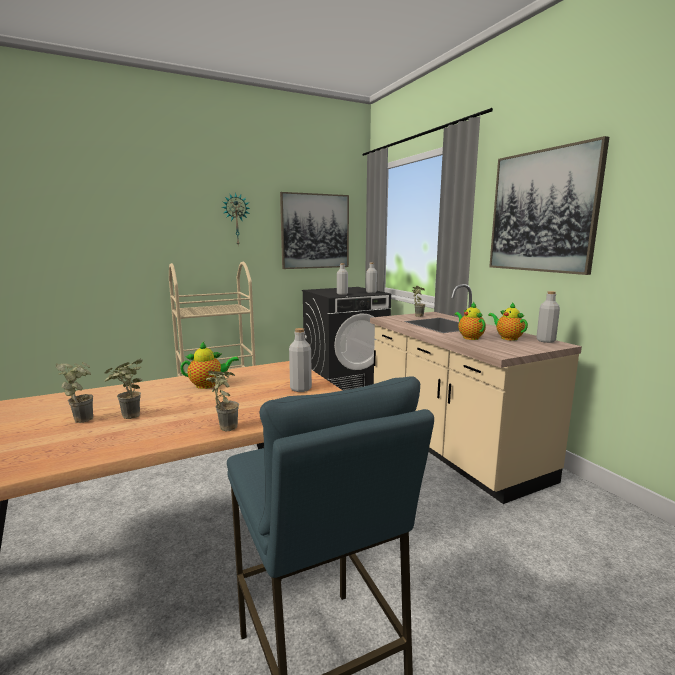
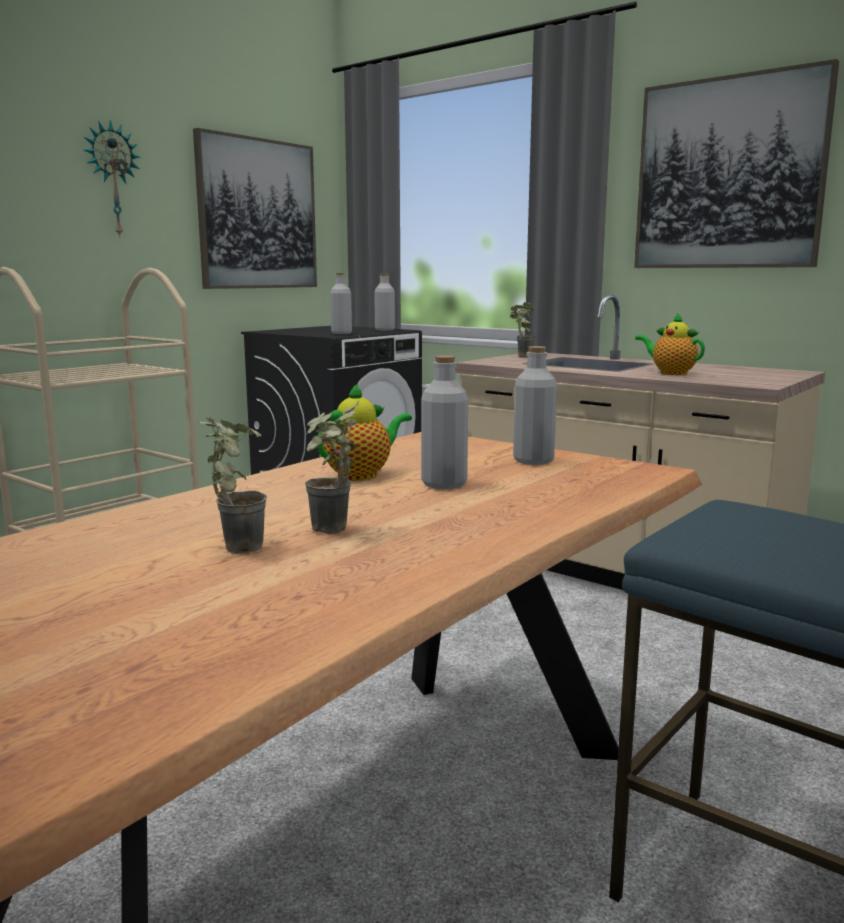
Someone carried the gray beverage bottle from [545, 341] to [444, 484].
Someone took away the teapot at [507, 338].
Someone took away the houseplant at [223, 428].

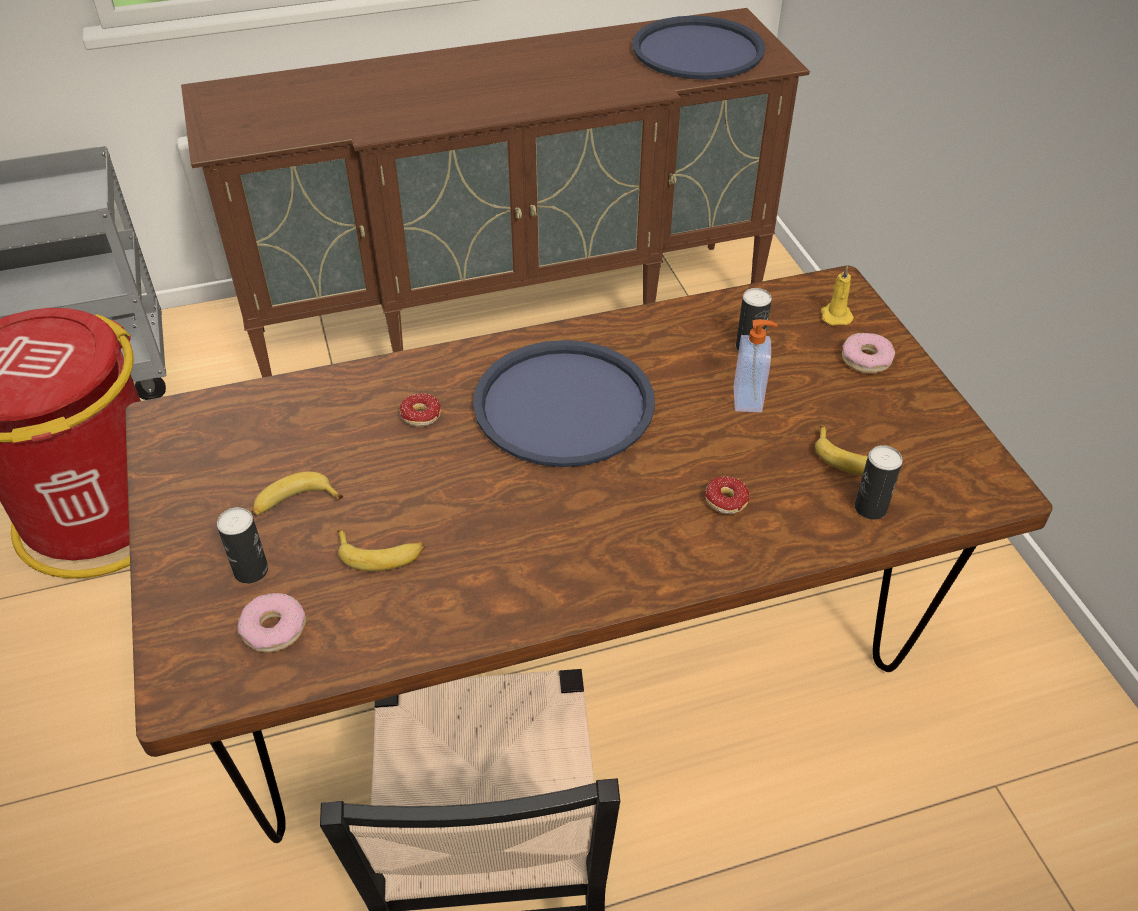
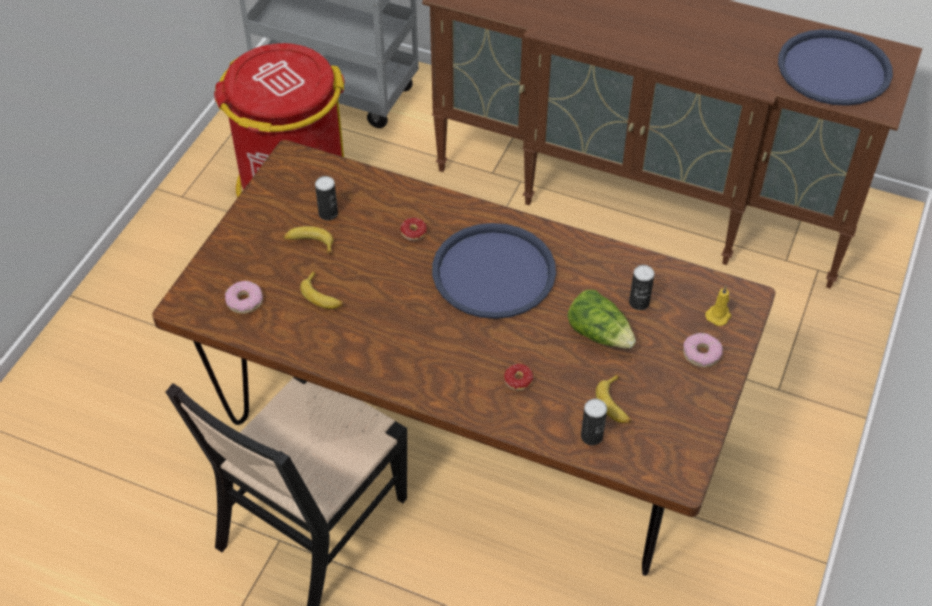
Someone swapped the liquid soap bottle at [749, 399] for the lettuce head at [599, 333].
Someone carried the sealed can from [251, 571] to [328, 213].

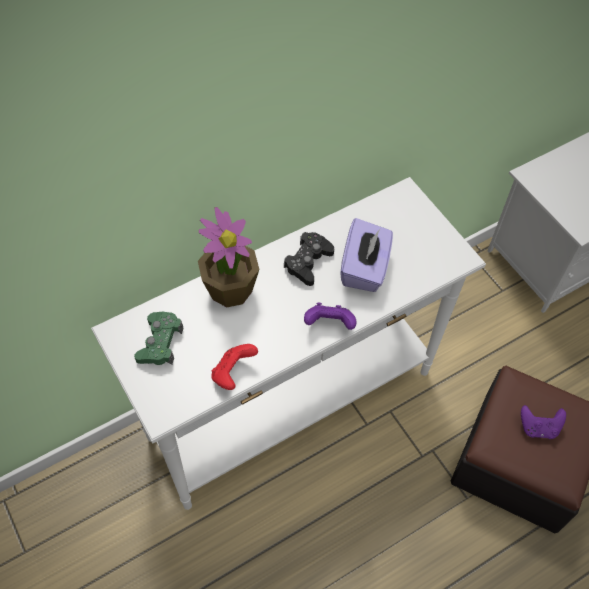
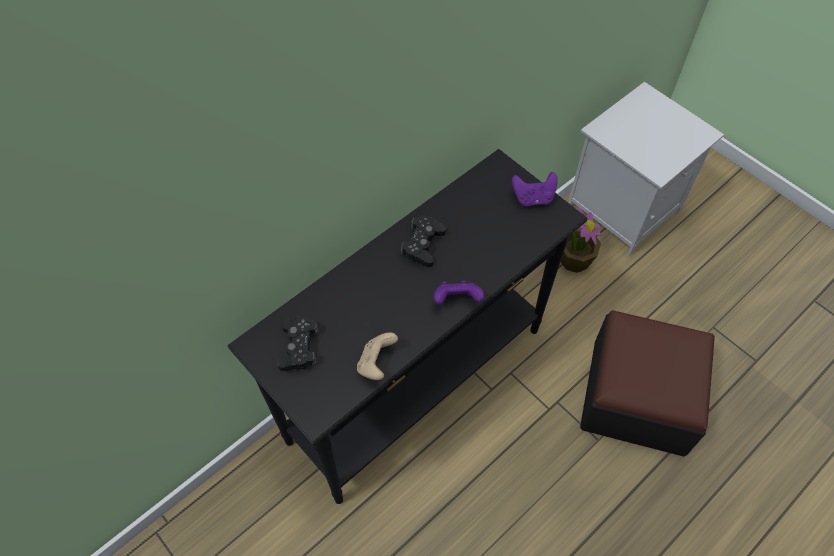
Someone repainted the white-coloured hall table at [291, 402], which became the blackish hall table at [416, 381].
Someone carried the houseplant from [230, 289] to [574, 260].
Someone took away the purple-coloured box of tissues at [364, 268].
Someone repainted the green-coloured game controller at [160, 343], which became the blackish game controller at [299, 347].
Someone repainted the reddish game controller at [233, 373], which became the sand-coloured game controller at [376, 363].
Someone carried the purple-coloured game controller from [538, 427] to [533, 198].

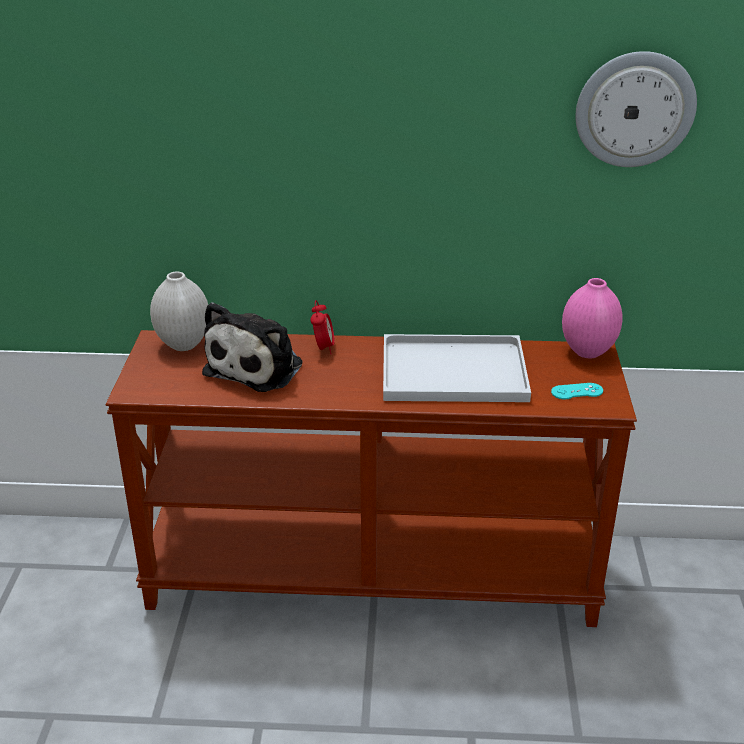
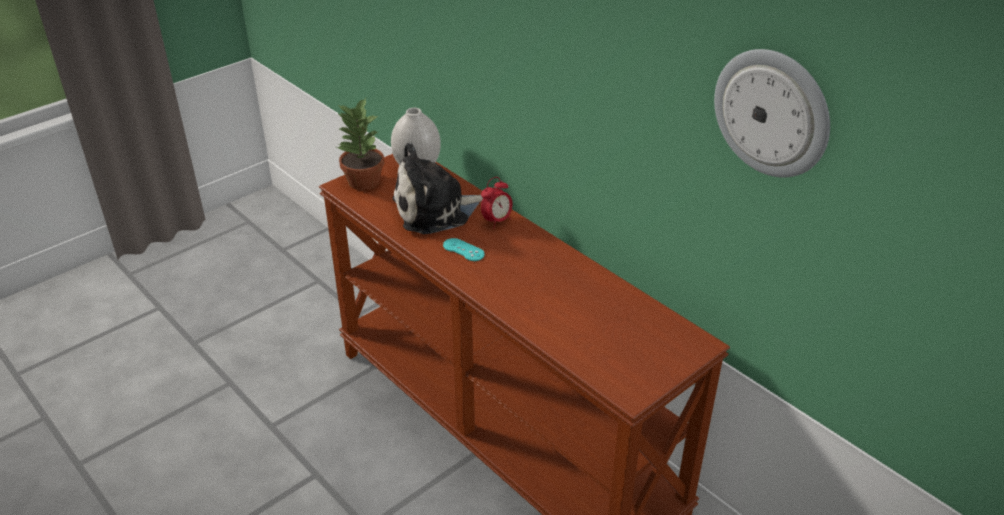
Someone took away the pinkish vase at [586, 351].
Someone took away the white-coloured tray at [450, 372].
Someone carried the turquoise-coloured game controller from [577, 391] to [463, 250].
Someone put down the houseplant at [363, 181].

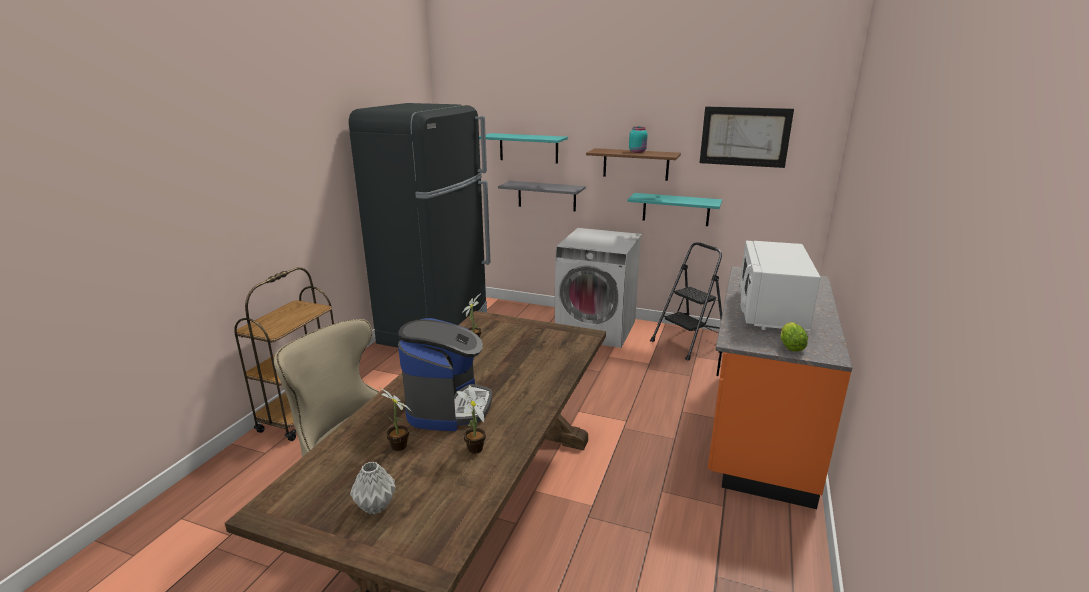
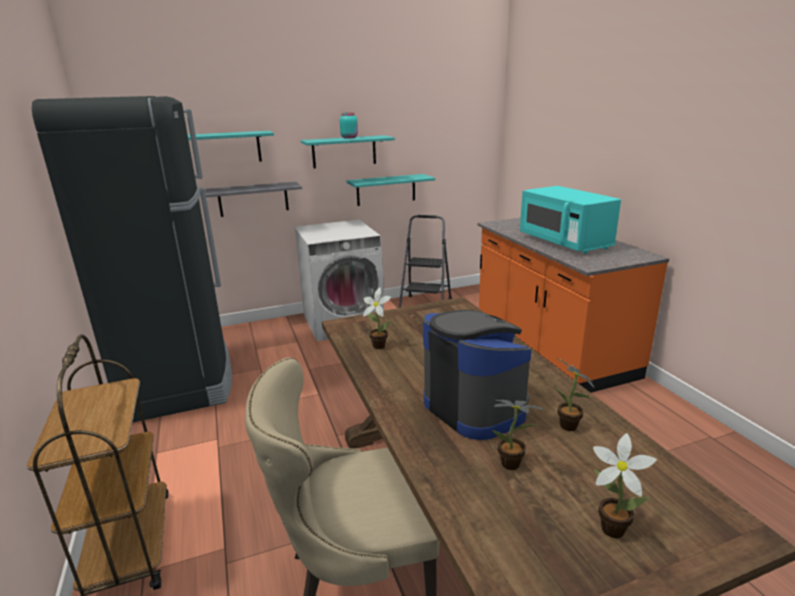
Someone took away the wall picture at [744, 136].
Someone repainted the brown bracket shelf at [635, 164], which became the turquoise-coloured bracket shelf at [344, 151].
Someone repainted the white-coloured microwave oven at [771, 311], which became the turquoise-coloured microwave oven at [564, 242].
Someone took away the lettuce head at [790, 346].
Someone swapped the gray vase at [375, 507] for the houseplant at [609, 526].

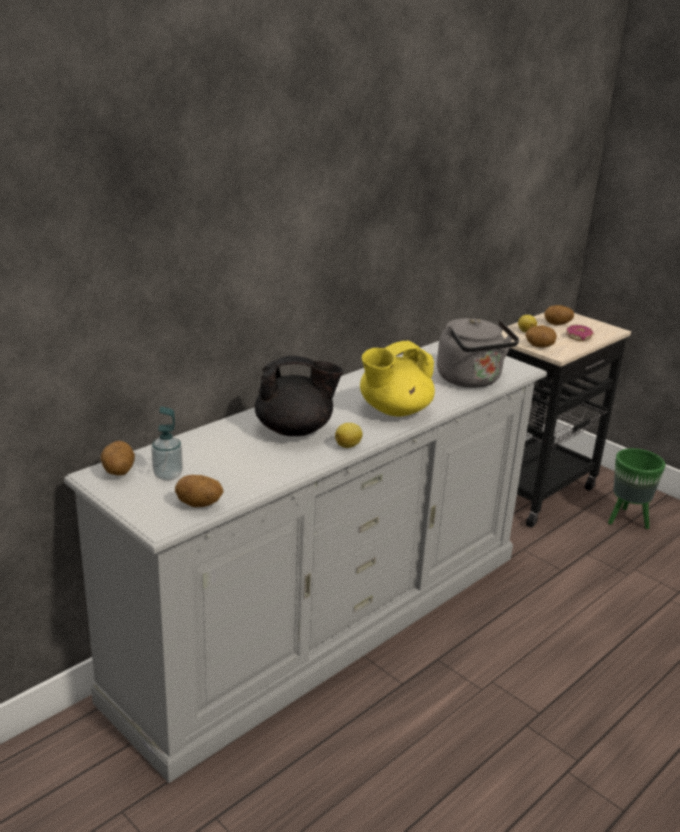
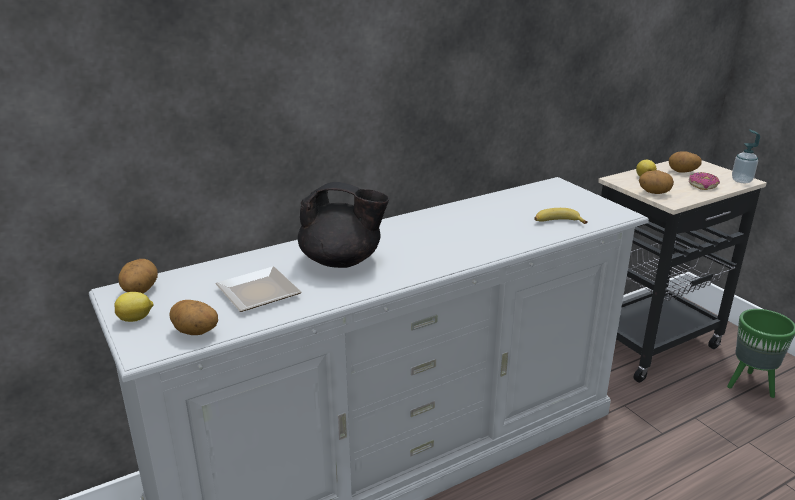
Someone swapped the gray water kettle at [471, 380] for the banana at [557, 222].
Someone took away the yellowish teapot at [394, 410].
Someone carried the liquid soap bottle from [168, 475] to [741, 180].
Someone carried the citrus fruit from [348, 446] to [136, 319].
Someone put down the flat dish at [261, 293].

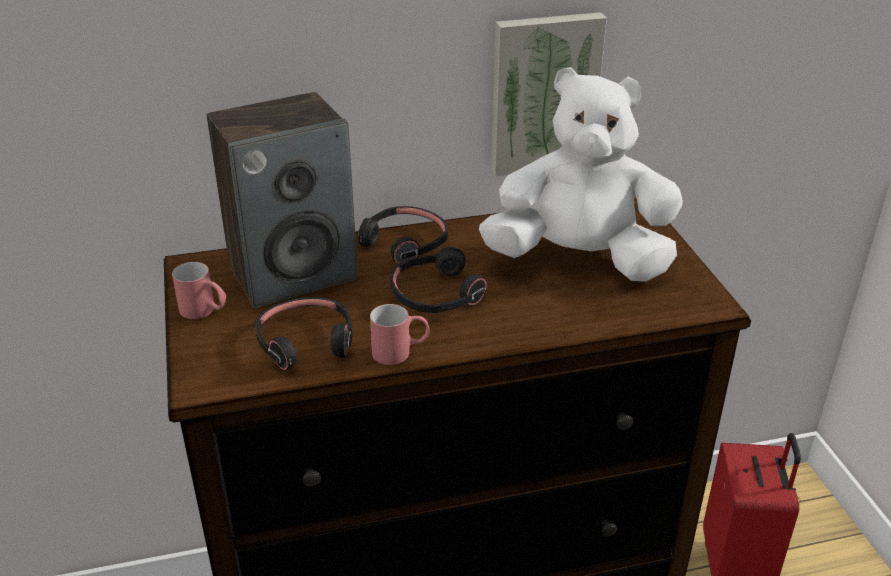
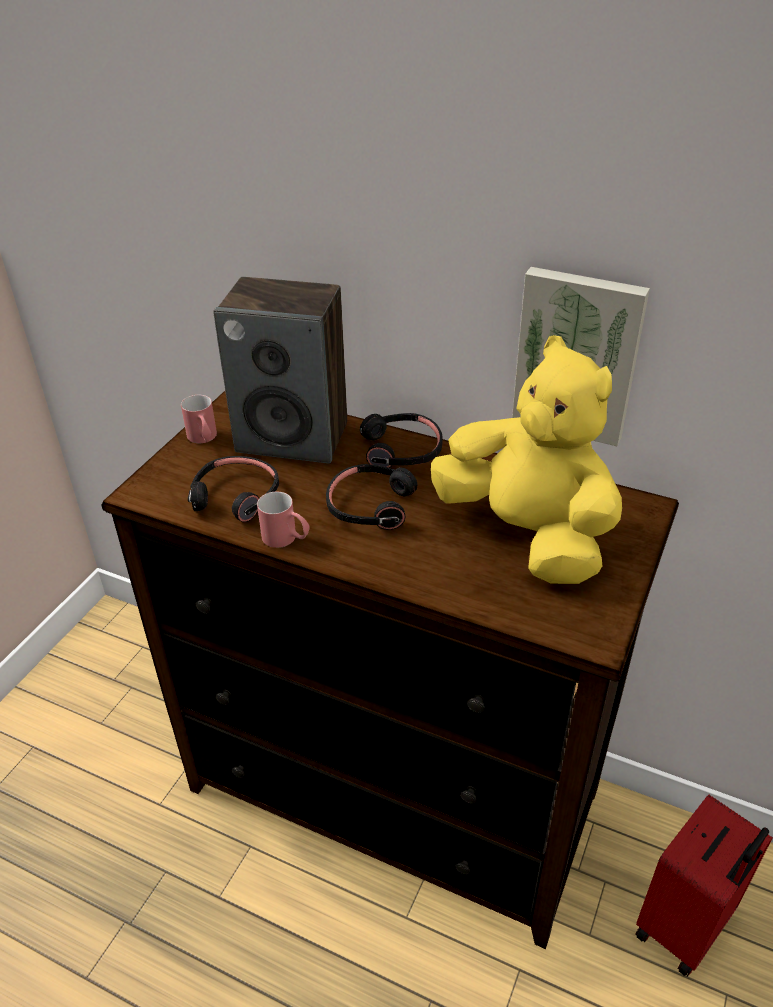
Someone repainted the white-coloured cuddly toy at [580, 260], which became the yellowish cuddly toy at [527, 534].

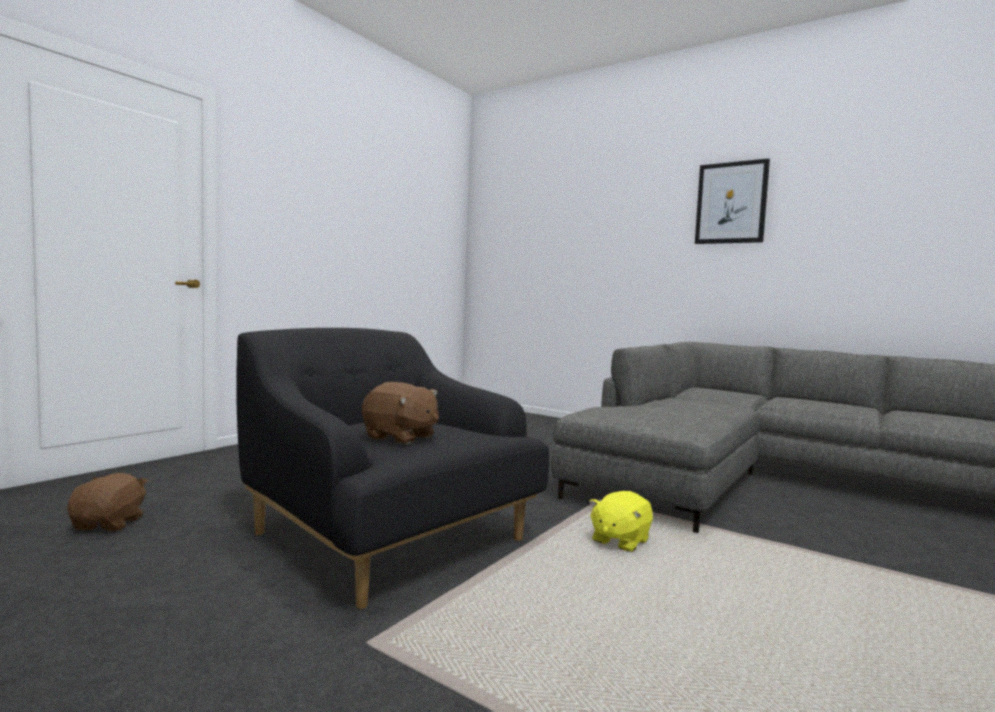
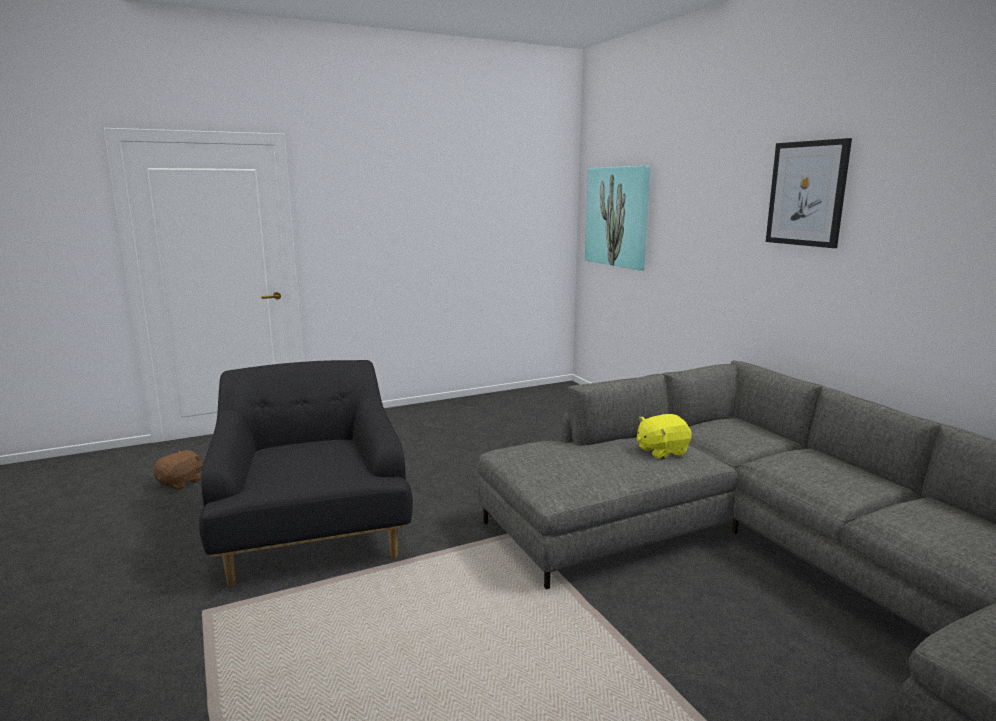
Someone took away the brown cuddly toy at [400, 437].
Someone carried the yellowish cuddly toy from [619, 541] to [661, 451].
Someone put up the wall picture at [618, 216].

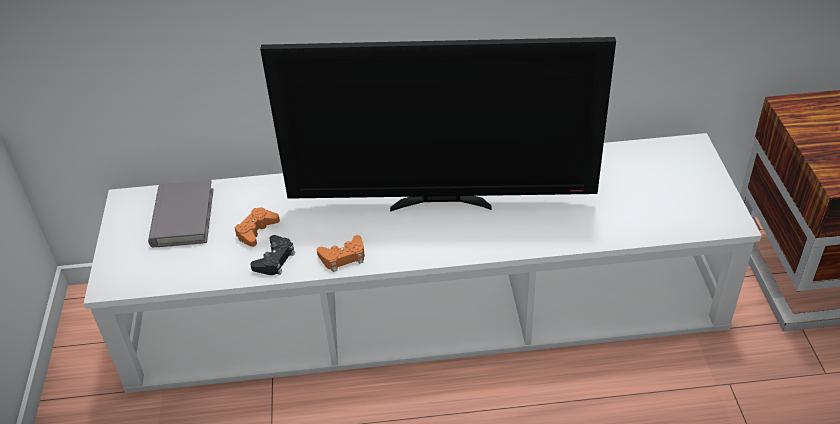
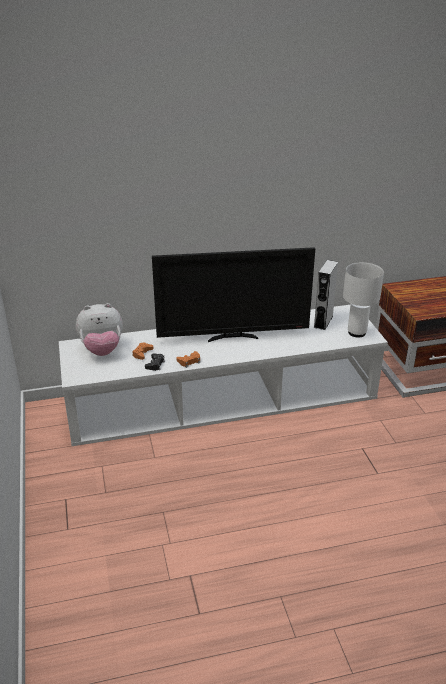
Someone swapped the gray bound book at [182, 217] for the cuddly toy at [102, 350].
Someone put down the gray speaker at [323, 321].
Someone put down the white-coloured table lamp at [357, 332].

